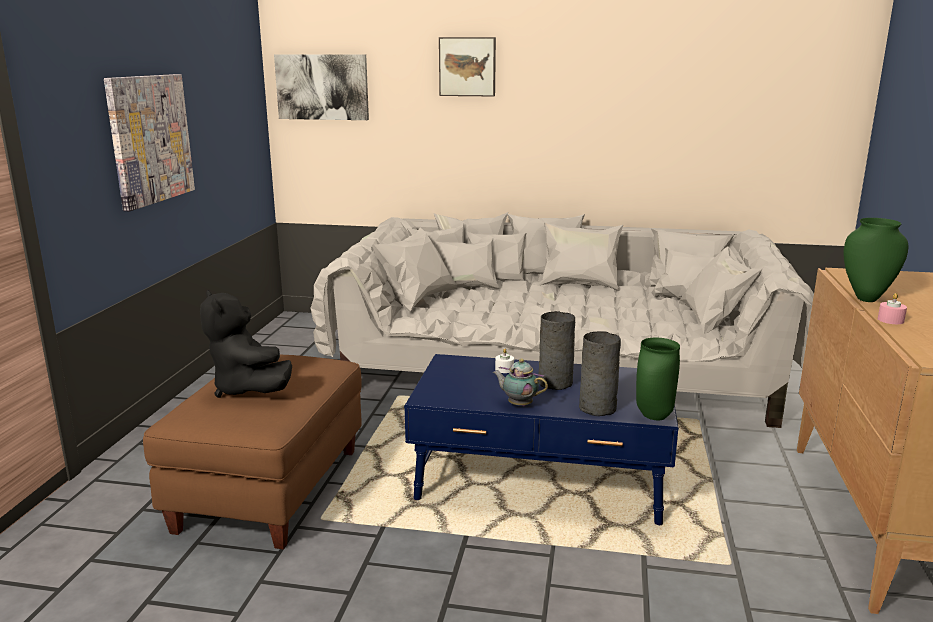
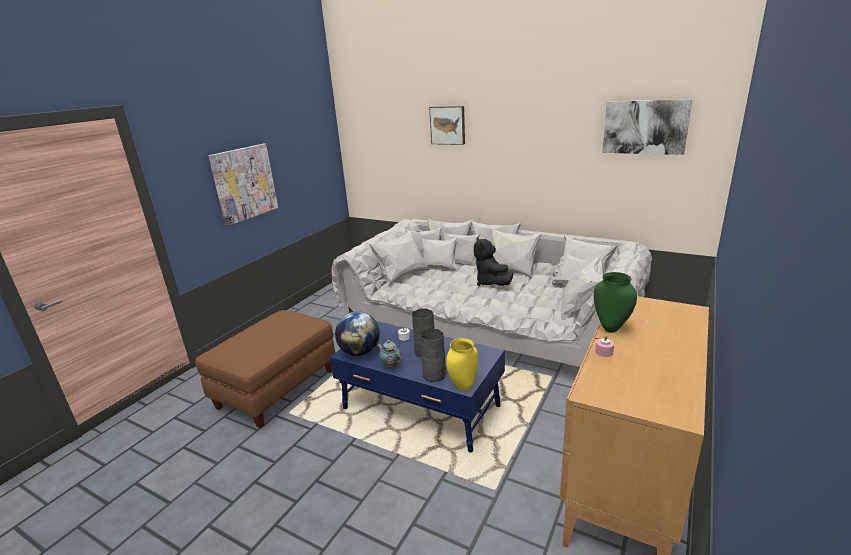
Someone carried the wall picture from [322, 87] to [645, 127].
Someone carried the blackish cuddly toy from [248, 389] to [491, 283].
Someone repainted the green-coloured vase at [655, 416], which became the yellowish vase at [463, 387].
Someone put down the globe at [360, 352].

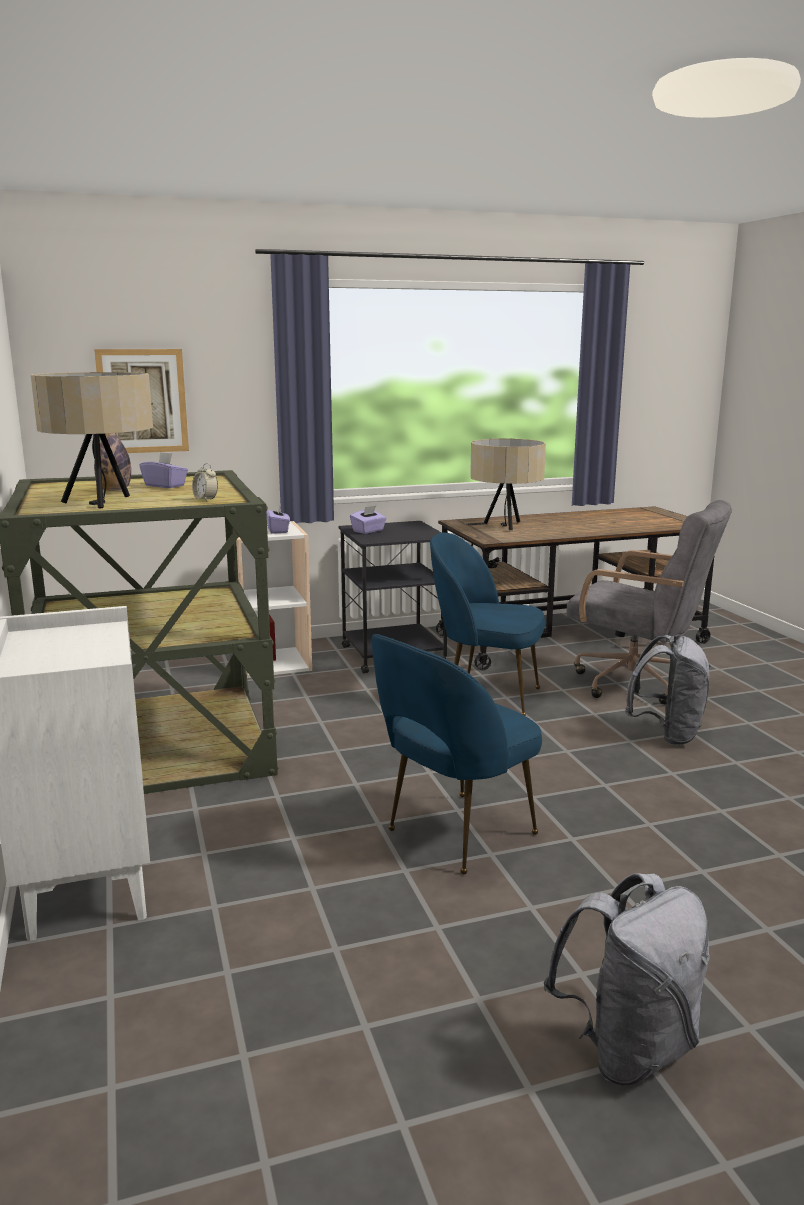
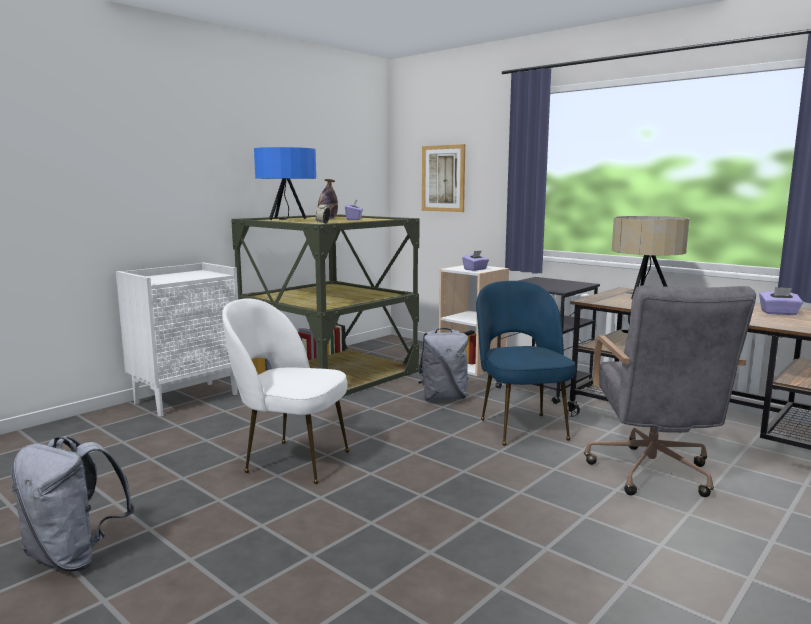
Someone repainted the sand-coloured table lamp at [103, 502], which became the bluish table lamp at [287, 219].
Someone carried the purple-coloured box of tissues from [368, 531] to [779, 313].
Someone repainted the bluish plain chair at [453, 836], which became the white-coloured plain chair at [290, 460].
Someone carried the gray rucksack from [667, 734] to [443, 398].

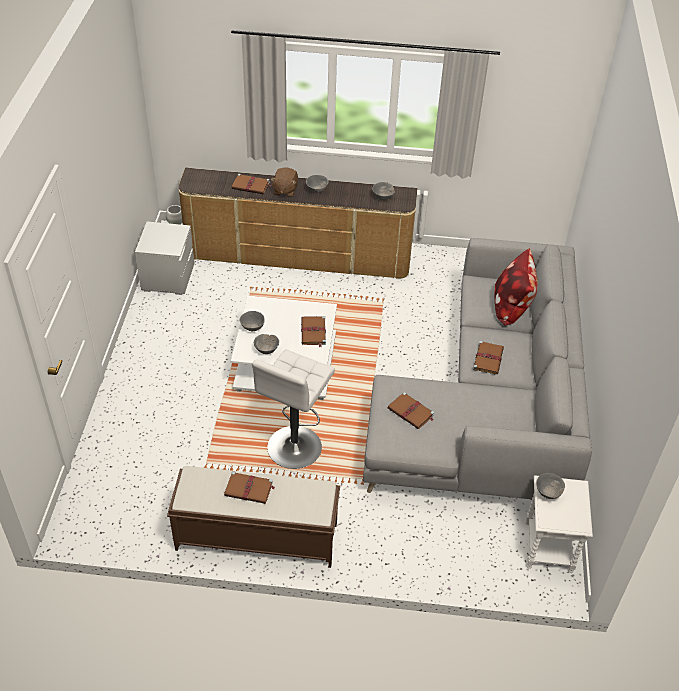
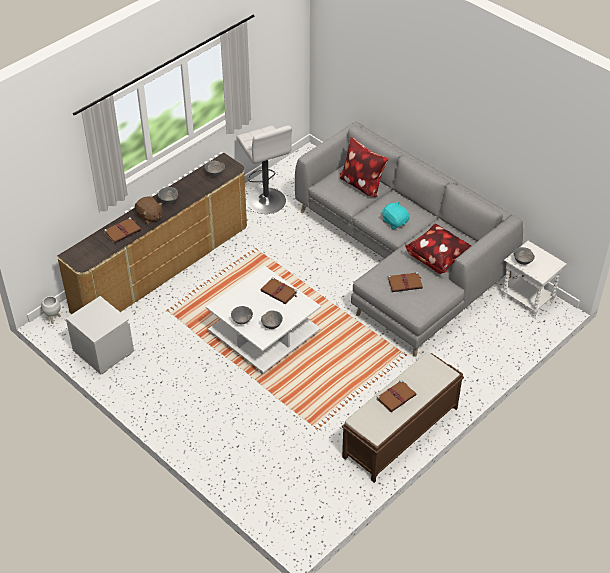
Someone swapped the brown bound book at [488, 358] for the turquoise-coloured cuddly toy at [395, 222].
Someone carried the white-coloured sitting stool from [293, 447] to [266, 201].
Someone put down the cushion at [438, 258].

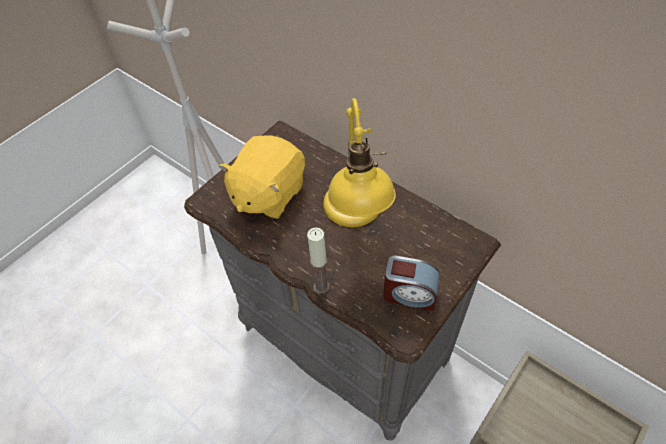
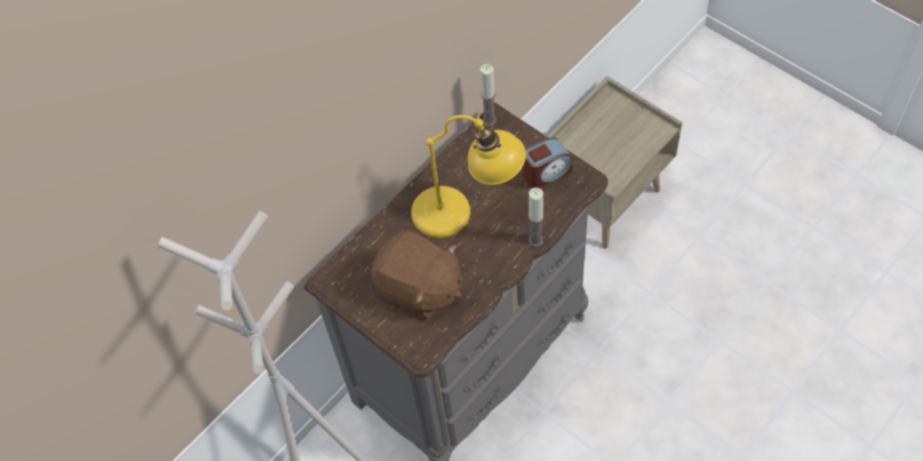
Someone repainted the yellowish cuddly toy at [268, 194], which became the brown cuddly toy at [419, 288].
Someone rotated the table clock at [409, 294] by 45 degrees clockwise.
Someone put down the candle at [489, 120].

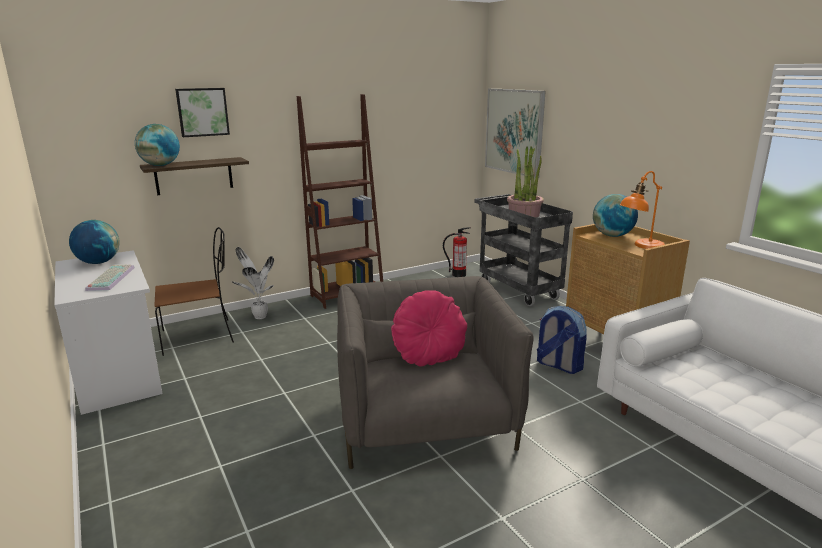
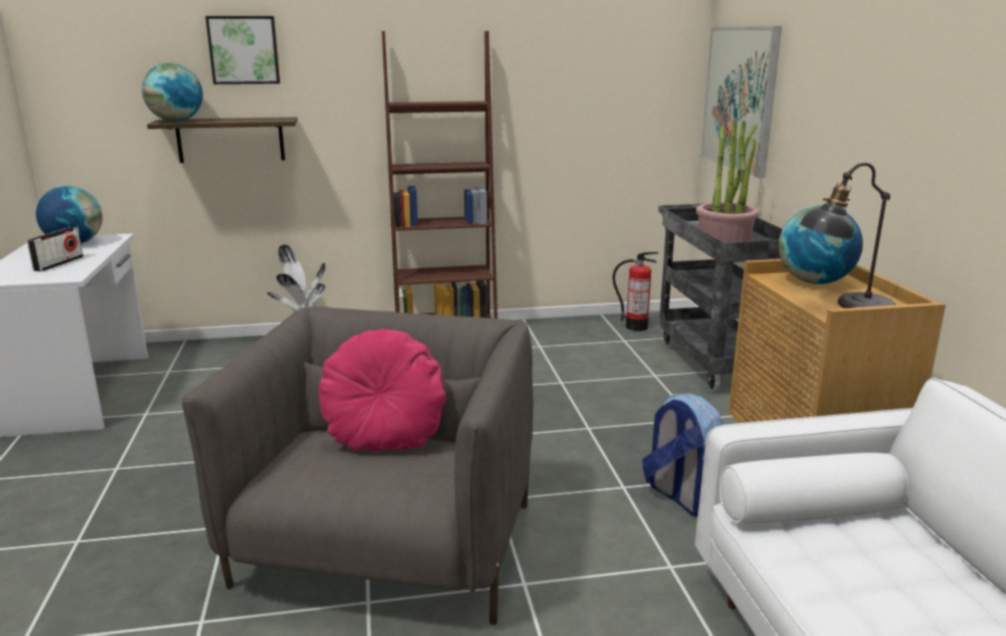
Someone repainted the orange table lamp at [640, 247], which became the gray table lamp at [843, 306].
Someone took away the brown plain chair at [200, 336].
Someone swapped the PC keyboard at [110, 278] for the radio set at [59, 263].

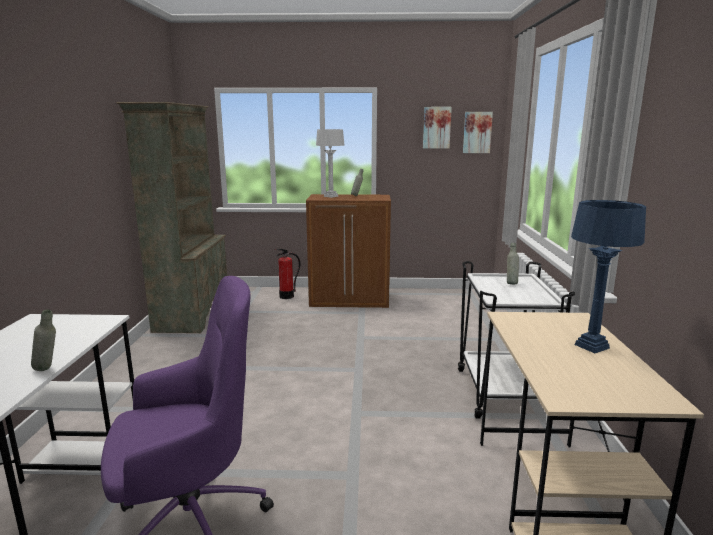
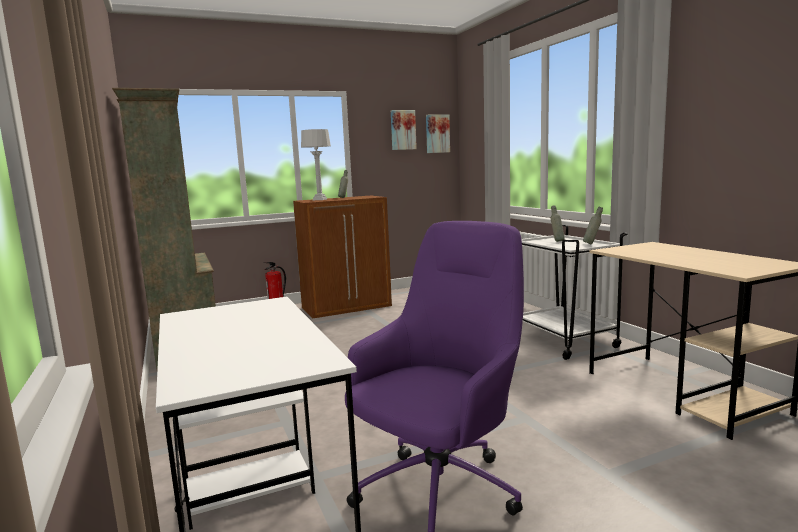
Someone took away the bluish table lamp at [591, 346].
Someone carried the gray beverage bottle from [48, 370] to [592, 244].

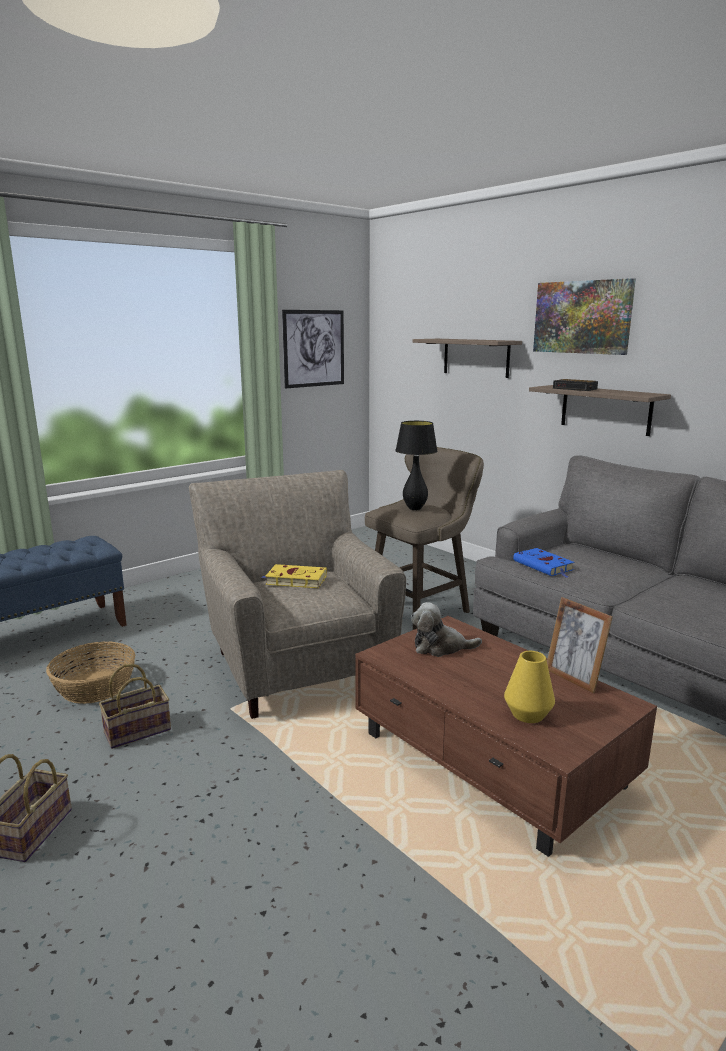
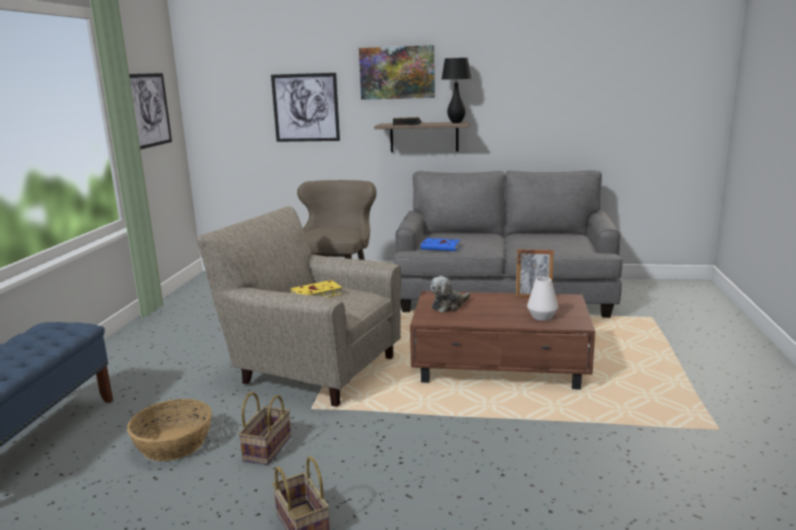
Someone swapped the bracket shelf at [476, 357] for the wall picture at [305, 107].
Someone carried the blackish table lamp from [415, 508] to [456, 122].
Someone repainted the yellowish vase at [528, 714], which became the white-coloured vase at [542, 317].

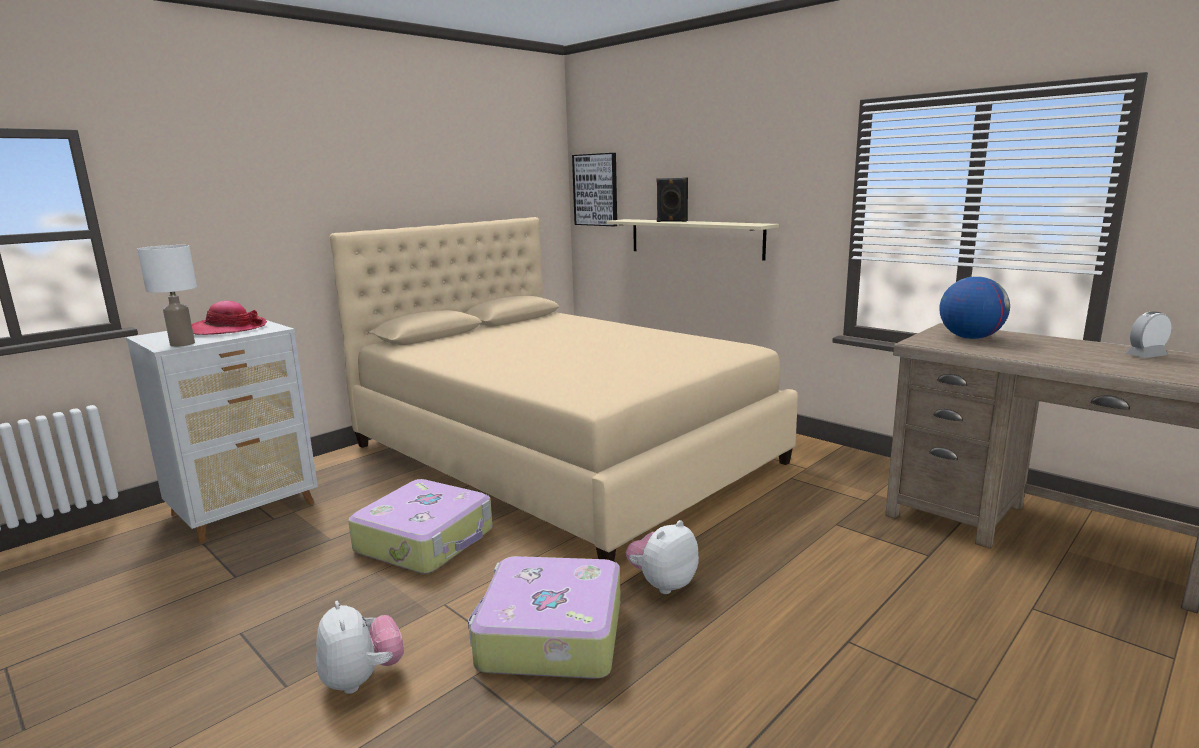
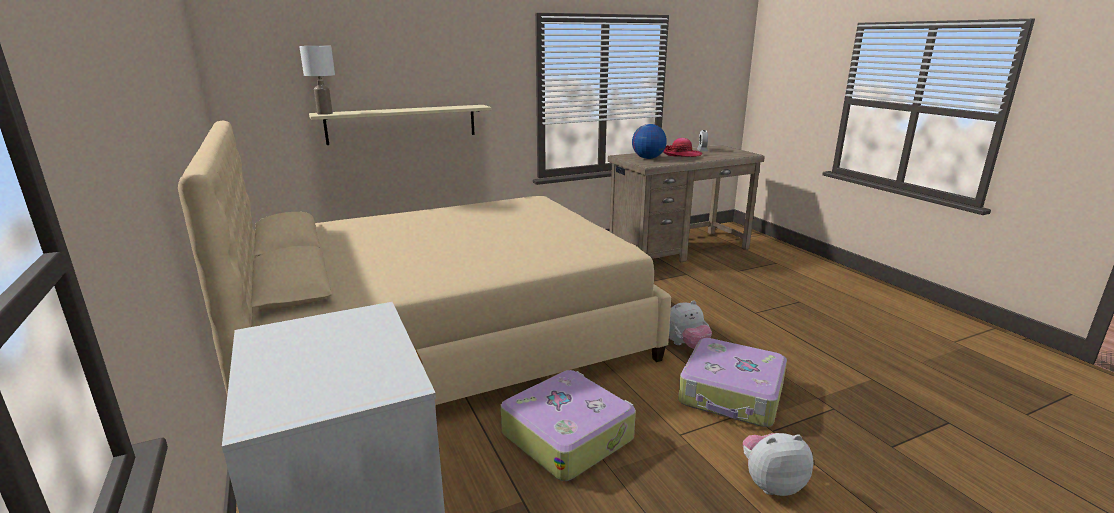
Someone took away the wall picture at [596, 190].
Someone took away the blackish speaker at [671, 221].
Someone carried the white-coloured table lamp from [182, 344] to [325, 113].
Someone carried the clothing hat from [227, 329] to [681, 154].
Someone rotated the cuddly toy at [662, 584] by 90 degrees counterclockwise.

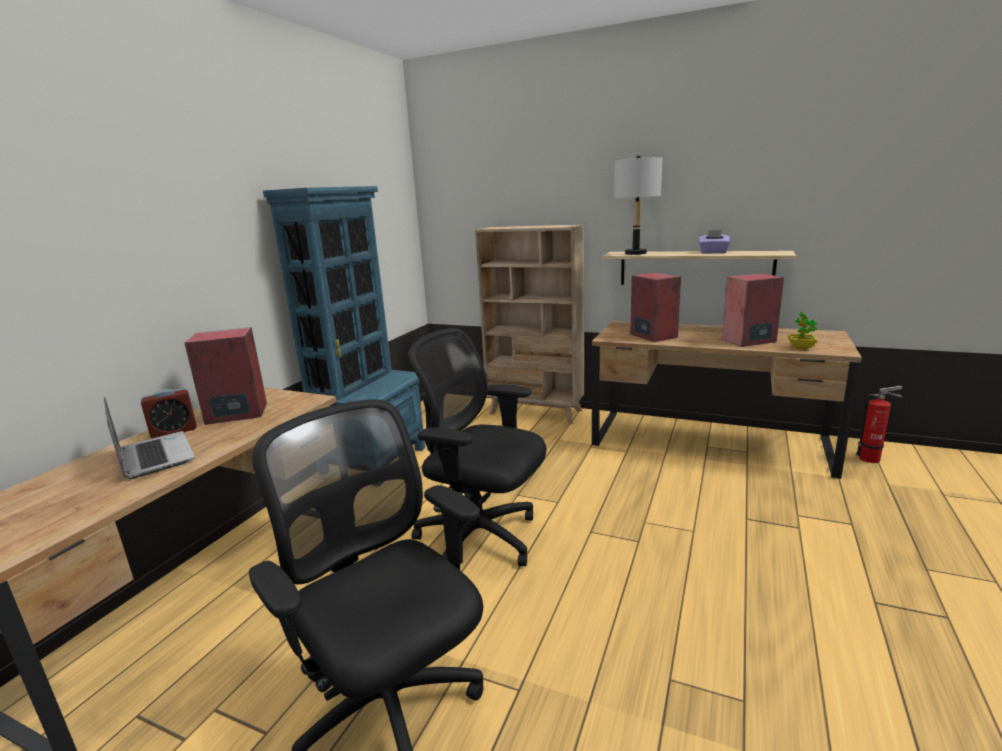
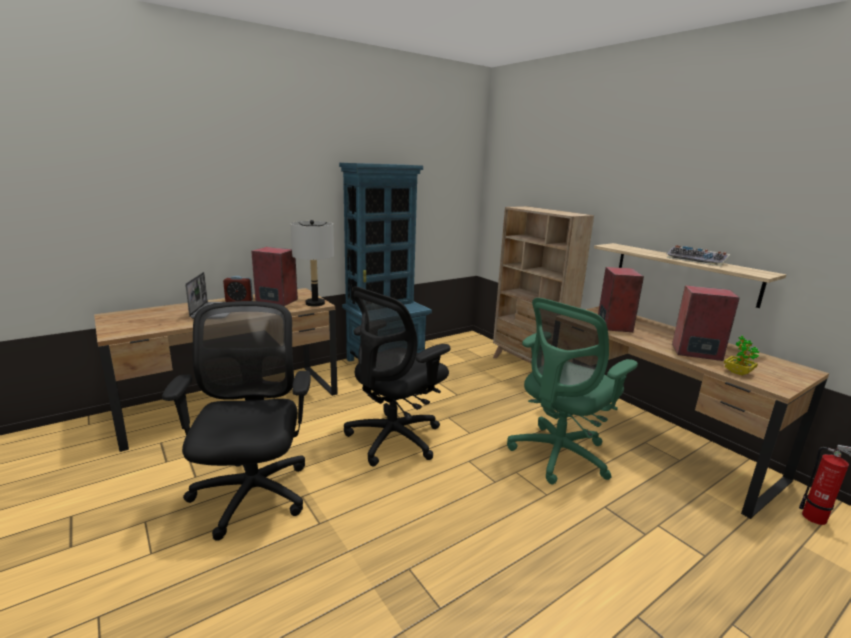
Someone carried the gray table lamp from [635, 253] to [315, 303].
Someone swapped the purple-coloured box of tissues at [713, 252] for the PC keyboard at [697, 260].
Someone rotated the blackish computer chair at [486, 538] by 105 degrees counterclockwise.
Someone put down the green-coloured computer chair at [561, 451].

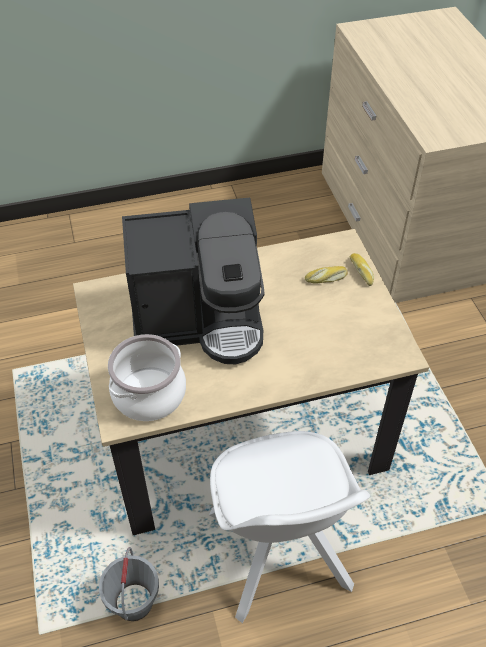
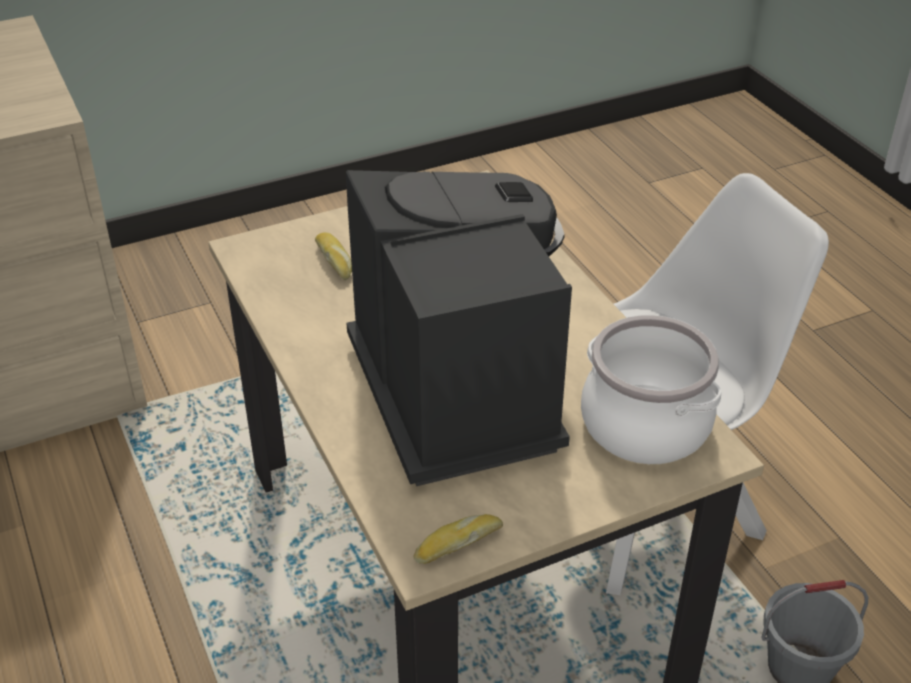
Someone carried the bakery bread from [362, 272] to [457, 544].

